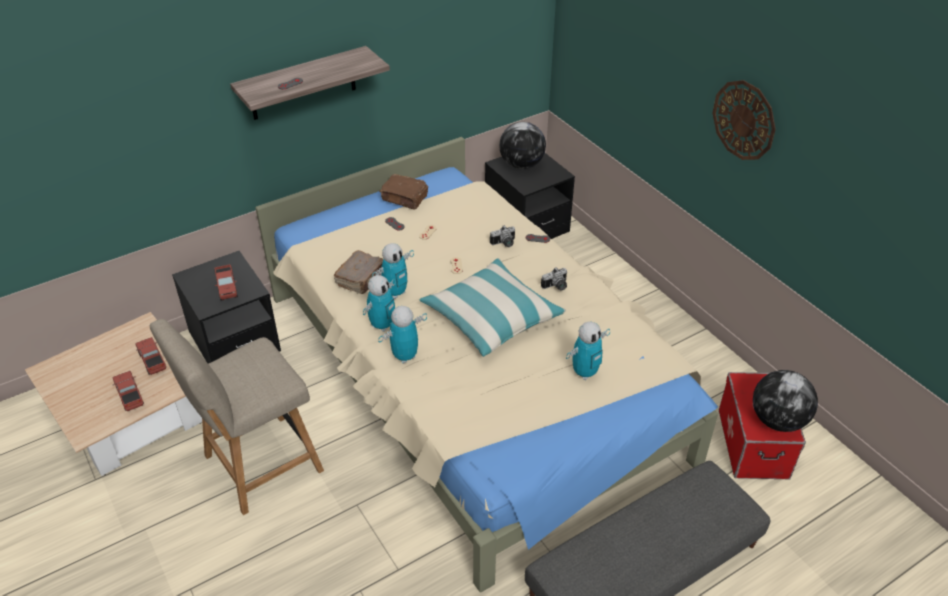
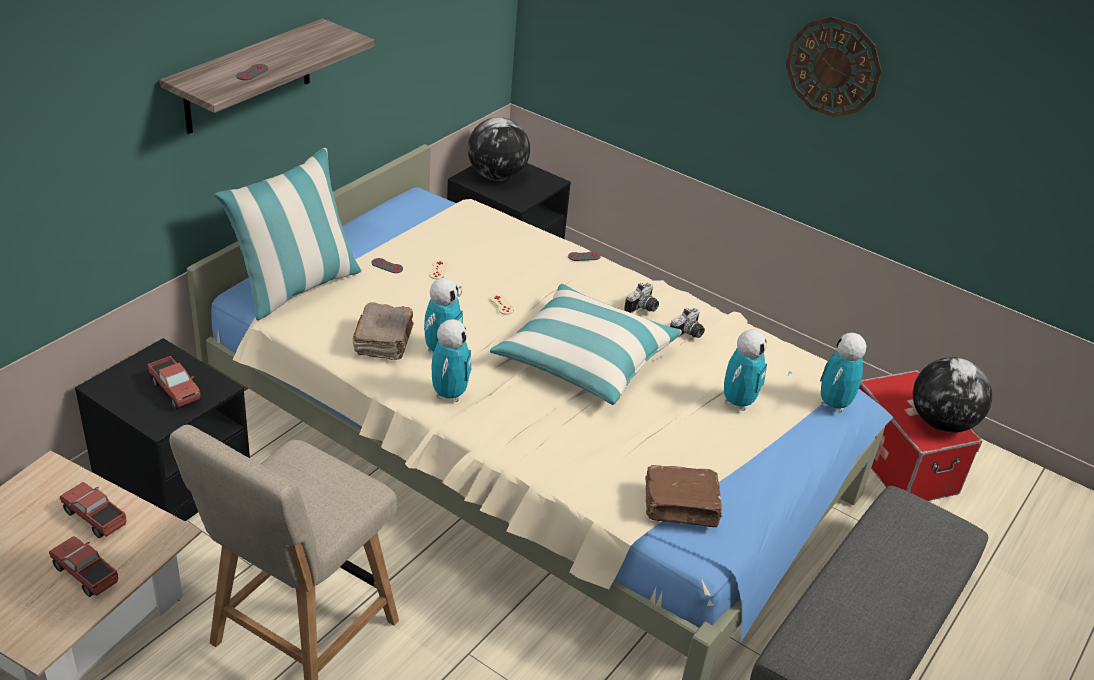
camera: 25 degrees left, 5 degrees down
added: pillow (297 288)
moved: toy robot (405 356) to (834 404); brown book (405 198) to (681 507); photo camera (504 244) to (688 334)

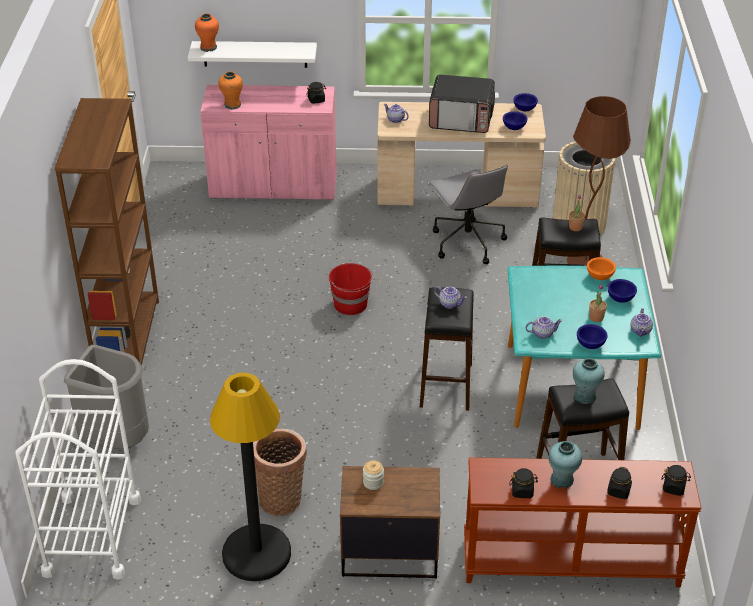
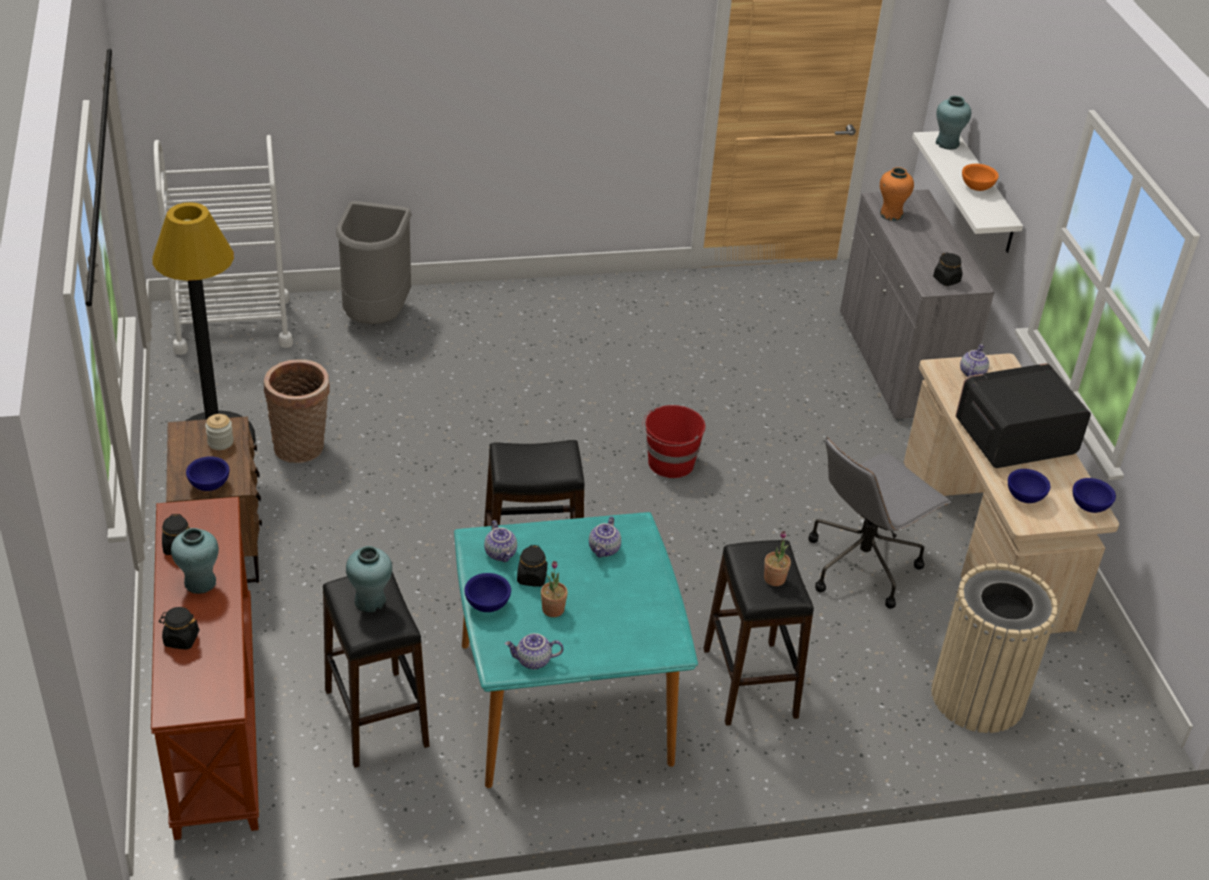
camera: 75 degrees right, 0 degrees up
removed: brown bookcase (127 336); brown floor lamp (585 263)
moved: teapot (450 303) to (605 550); orange bowl (600 277) to (976 188); blue bowl (620 299) to (209 485); black jar (674 488) to (532 578)
recoloured: orange vase (208 47) to turquoise vase (947 144); pink cabinet (273 186) to grey cabinet (898 363)
turned: microwave (461 119) = (1014 438) 75 degrees clockwise

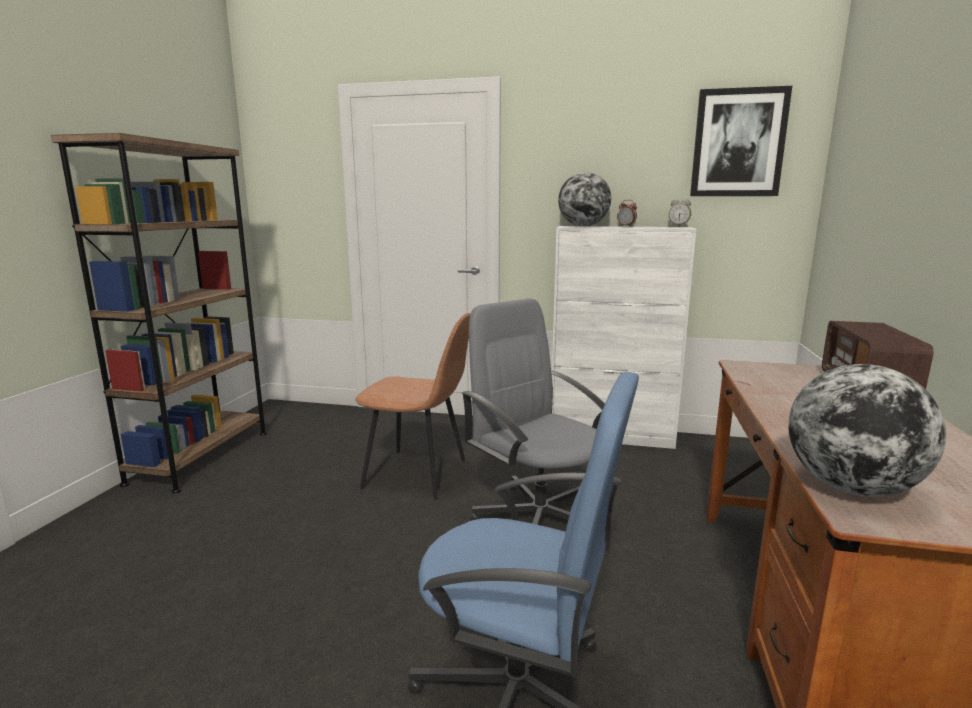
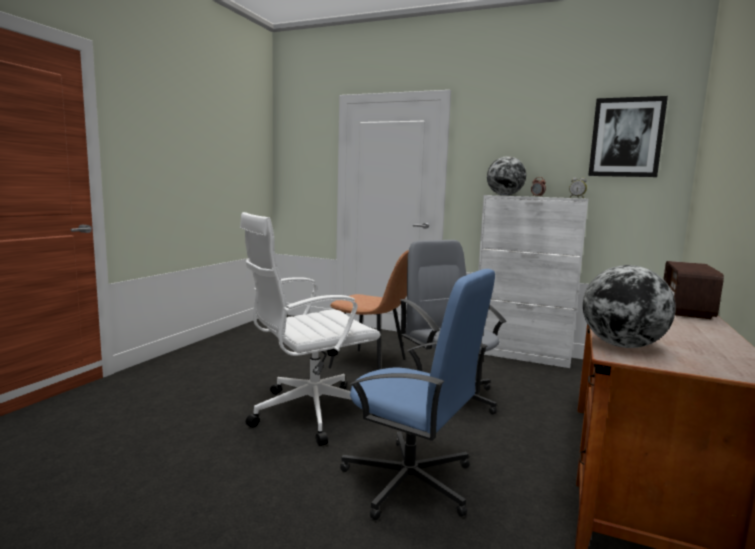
camera: 10 degrees right, 5 degrees down
removed: brown bookcase (201 456)
added: white office chair (309 413)

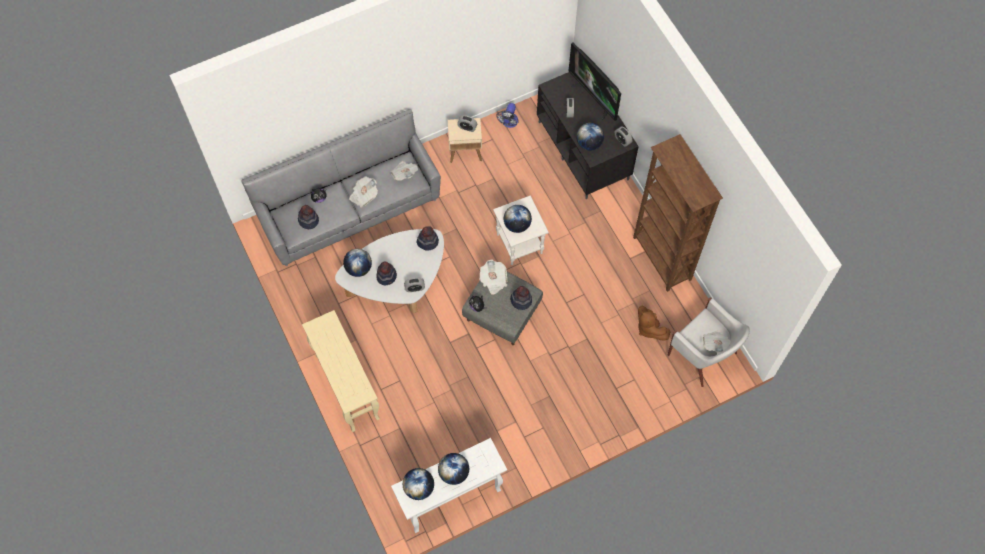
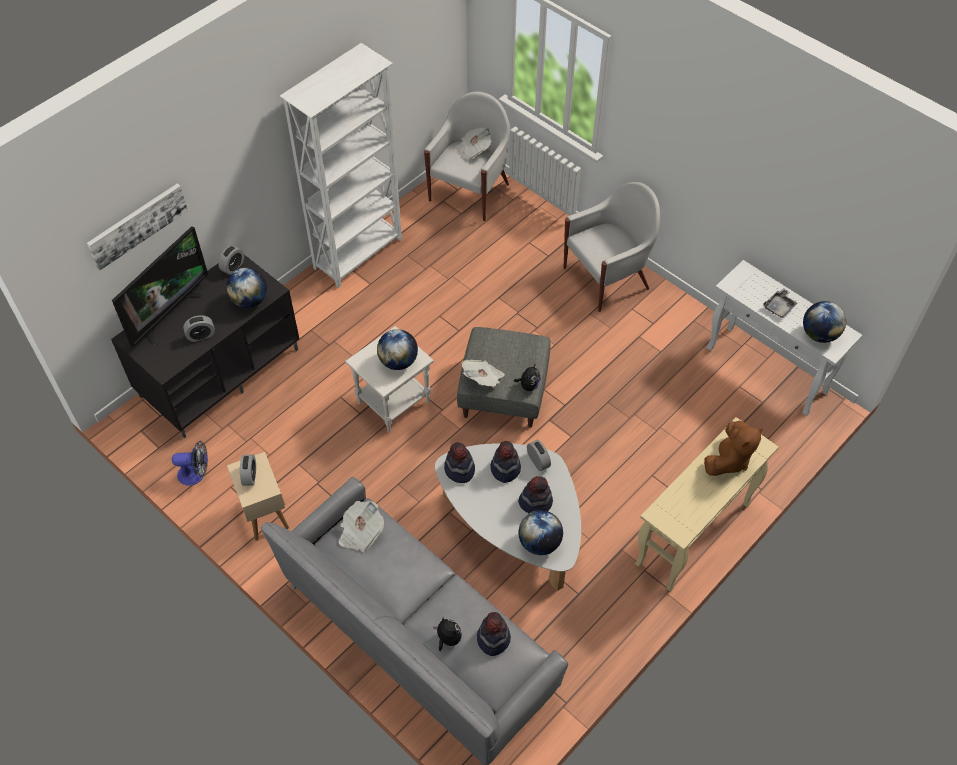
camera: 110 degrees left, 10 degrees down
removed: newspaper (363 195)
added: picture (137 225); white armchair (607 278)
moved: hat (521 300) to (505 469); brown plush toy (649 328) to (728 460)
replaced: globe (454 473) to grey tray (779 307)
recoloured: brown bookcase (661 259) to white bookcase (359 254)

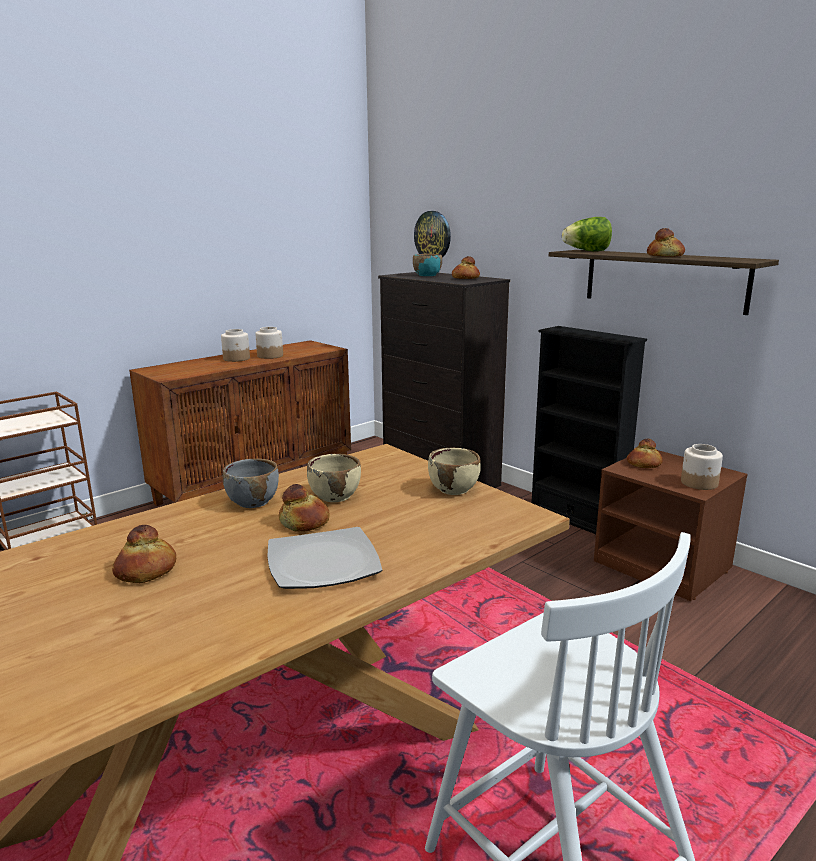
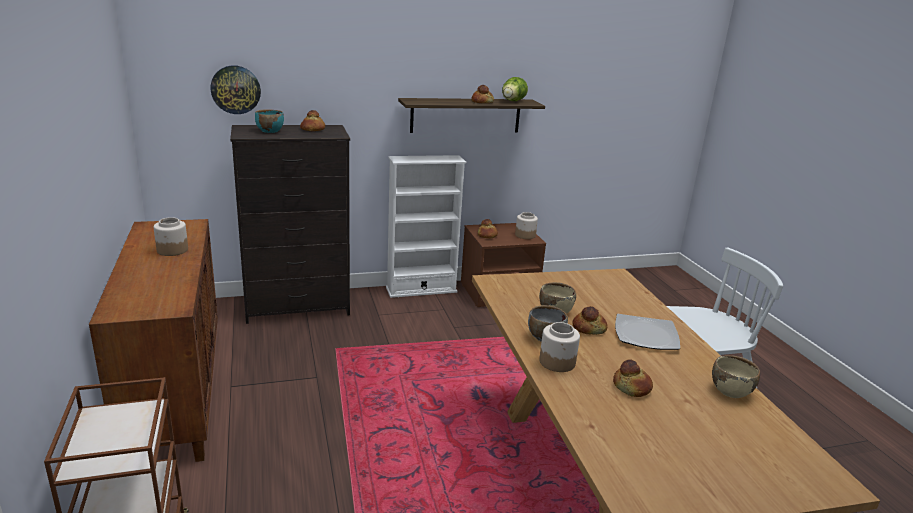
camera: 65 degrees left, 5 degrees up
moved: jar (237 359) to (557 362); beige bowl (454 489) to (730 391); lettuce (587 251) to (512 101)
recoloured: black bookcase (576 518) to white bookcase (421 290)

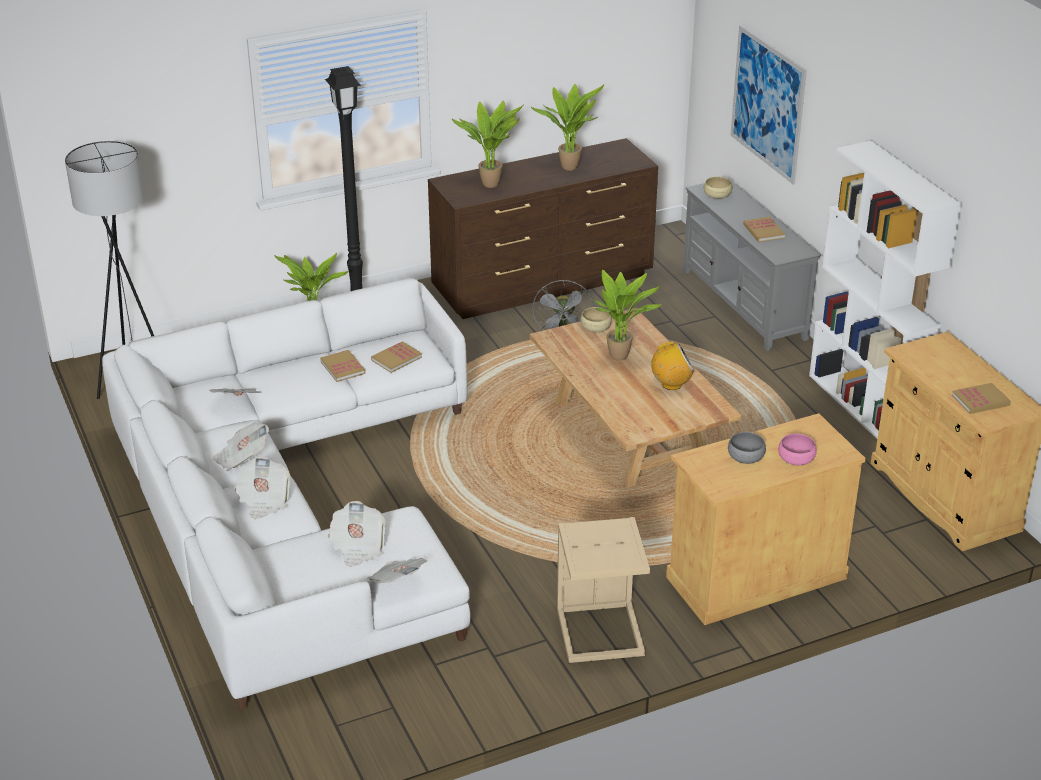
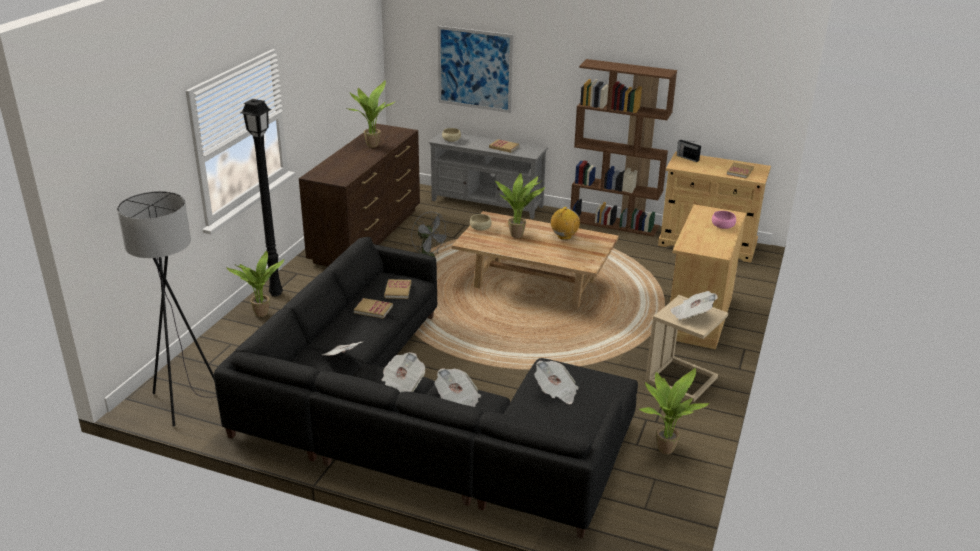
camera: 45 degrees left, 5 degrees down
removed: grey bowl (745 457)
added: radio (687 158)
moved: newspaper (397 582) to (691 315); potted plant (491 183) to (664 448)
recoloured: white sofa (288 506) to black sofa (417 415); white bookcase (864 406) to brown bookcase (614 223)

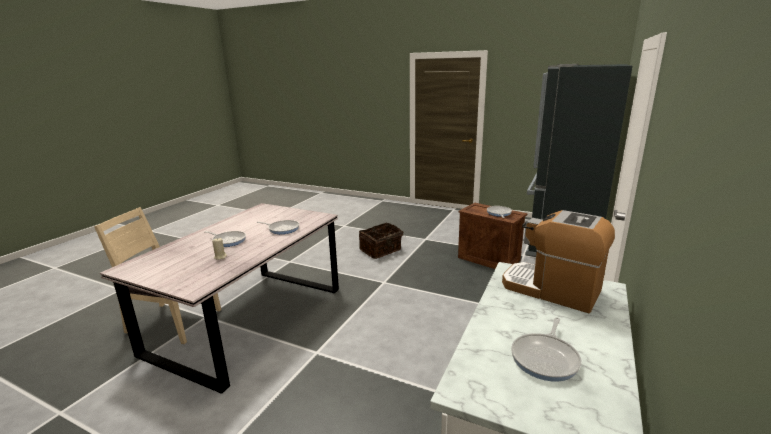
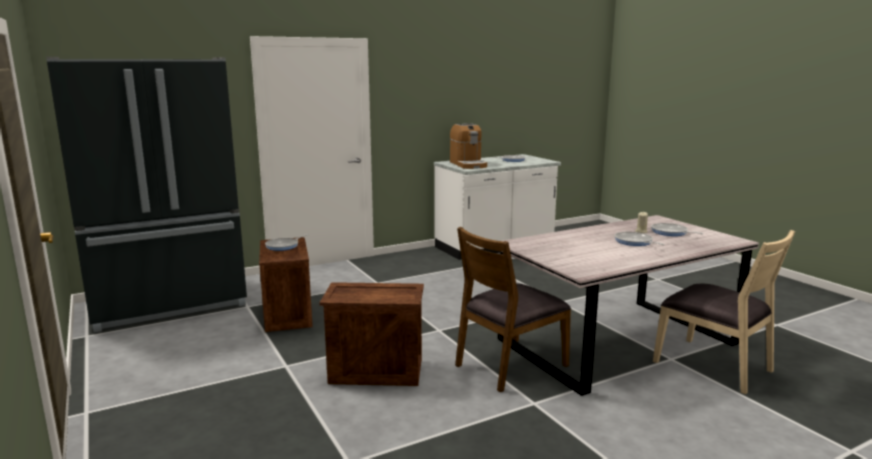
camera: 145 degrees left, 5 degrees down
added: brown chair (509 365)
moved: frying pan (282 229) to (671 232)
replaced: basket (381 250) to crate (377 371)

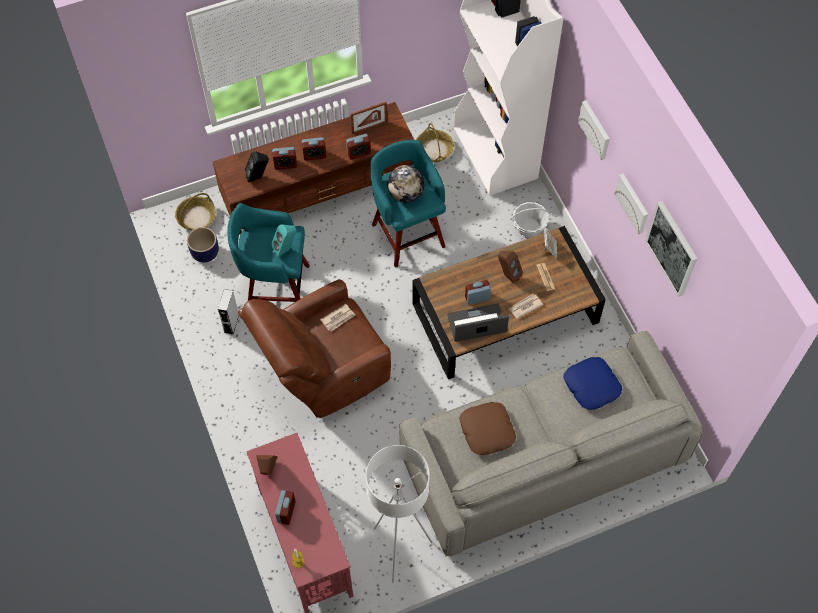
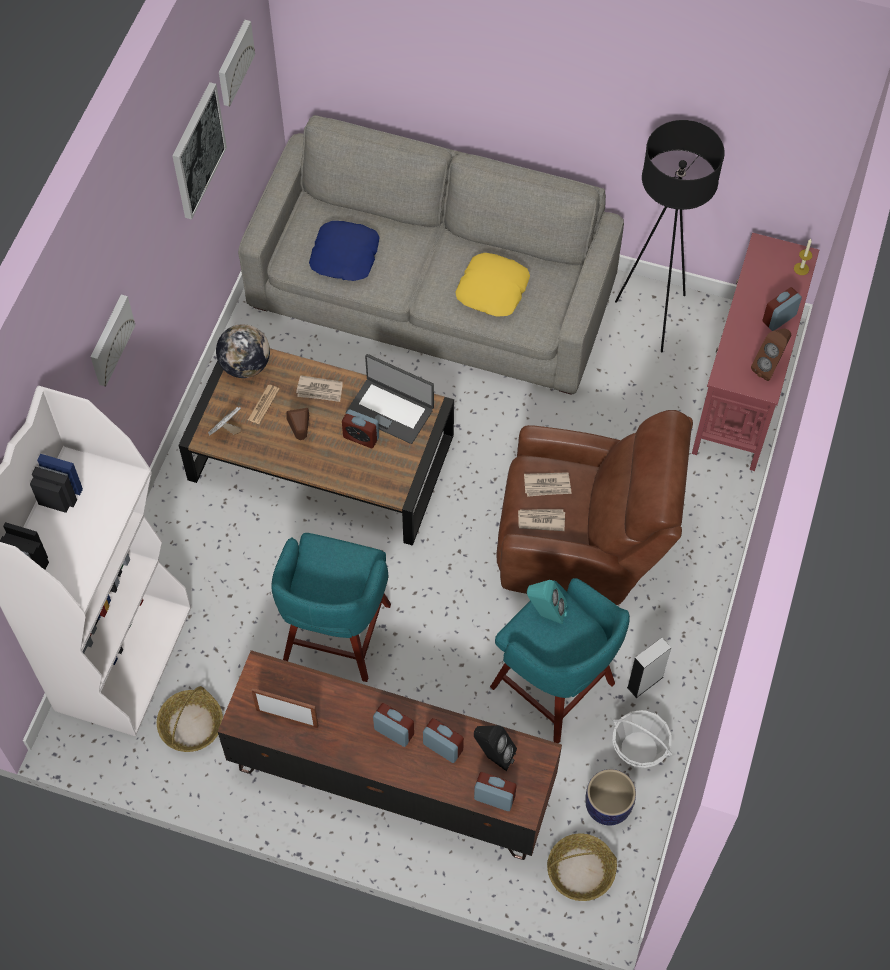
camera: 140 degrees left, 0 degrees up
added: newspaper (547 485)
moved: alarm clock (359 153) to (494 798); globe (406 194) to (245 365); basket (529 228) to (639 749); picture (633 203) to (233 62)
recoloured: white floor lamp (399 549) to black floor lamp (653 317); brown pillow (486 431) to yellow pillow (493 290)

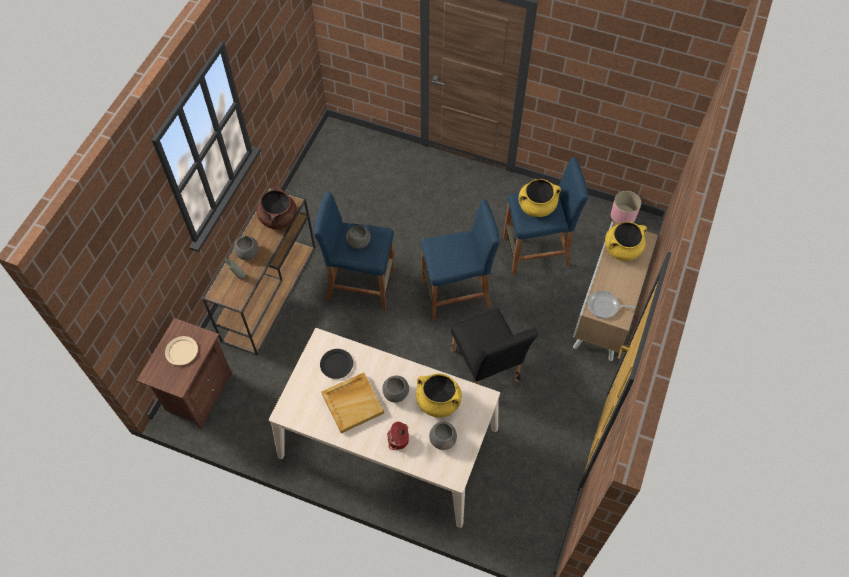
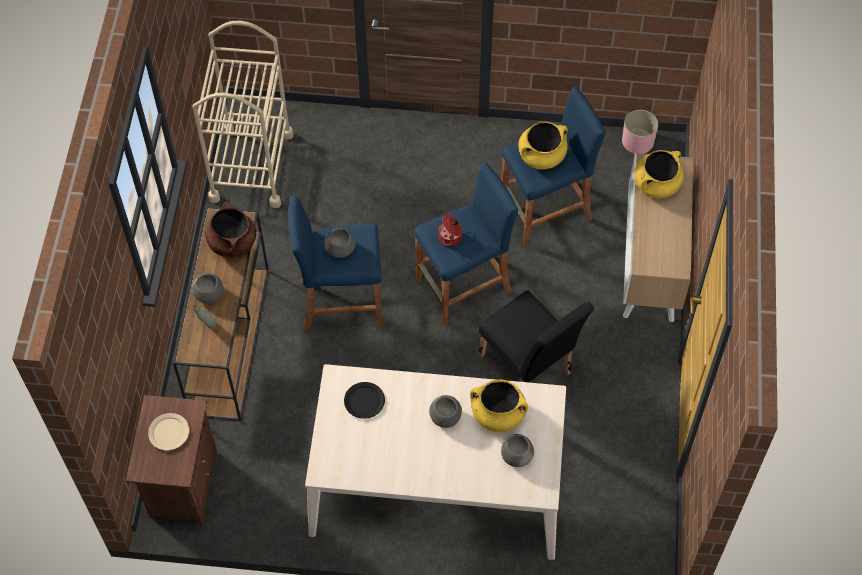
camera: 15 degrees left, 0 degrees up
removed: beige tray (353 403); frying pan (604 306)
added: beige cart (251 166)
moved: cooking pot (399 440) to (450 237)

